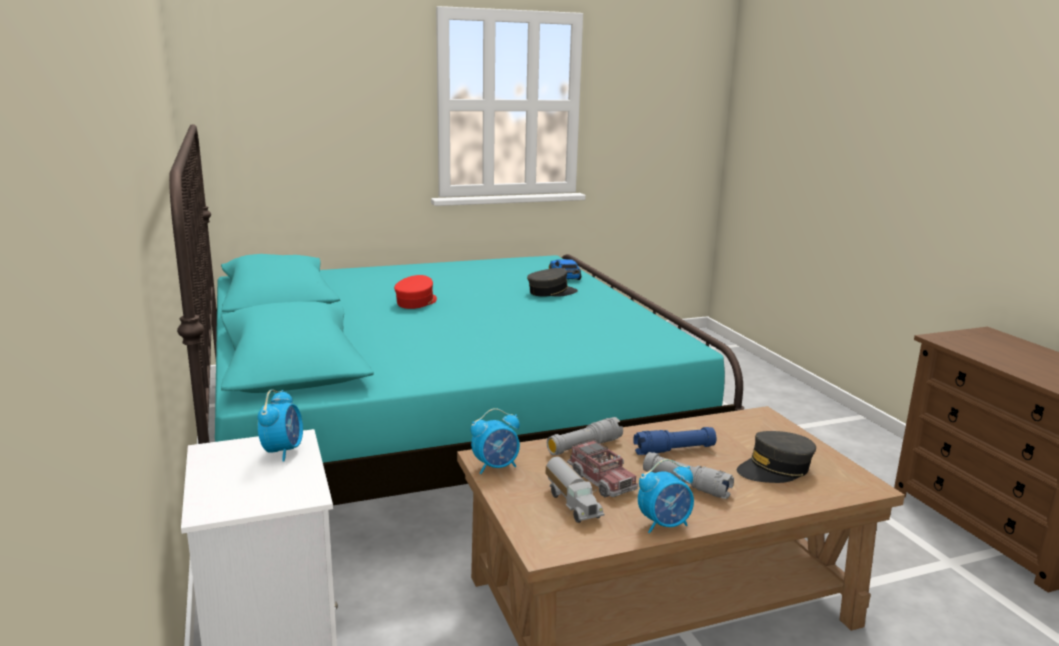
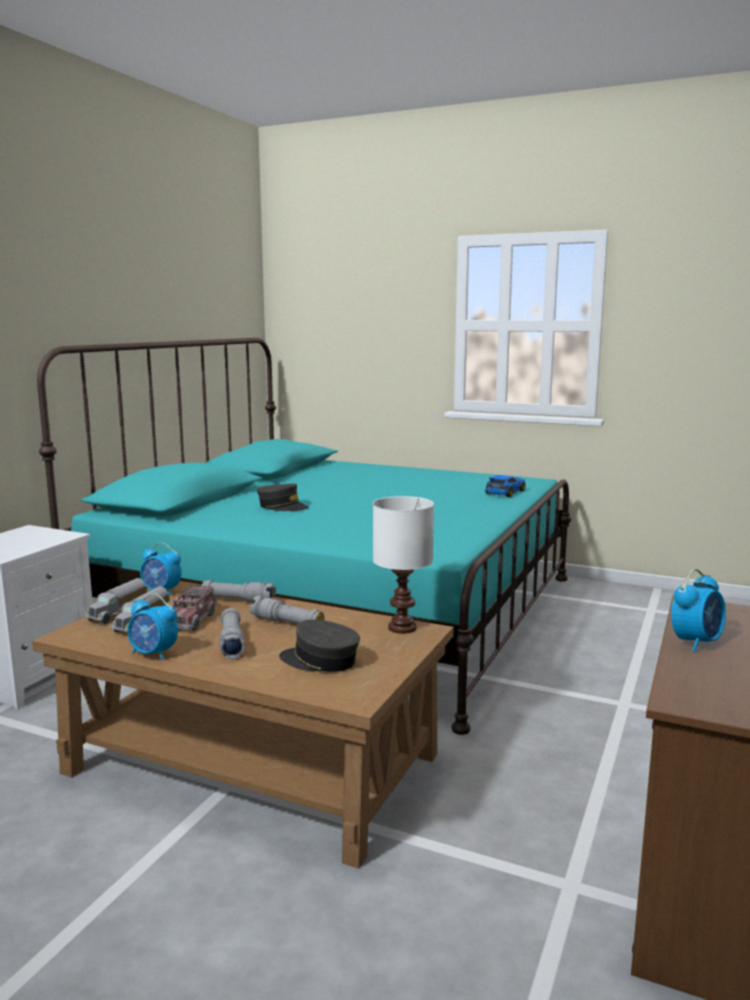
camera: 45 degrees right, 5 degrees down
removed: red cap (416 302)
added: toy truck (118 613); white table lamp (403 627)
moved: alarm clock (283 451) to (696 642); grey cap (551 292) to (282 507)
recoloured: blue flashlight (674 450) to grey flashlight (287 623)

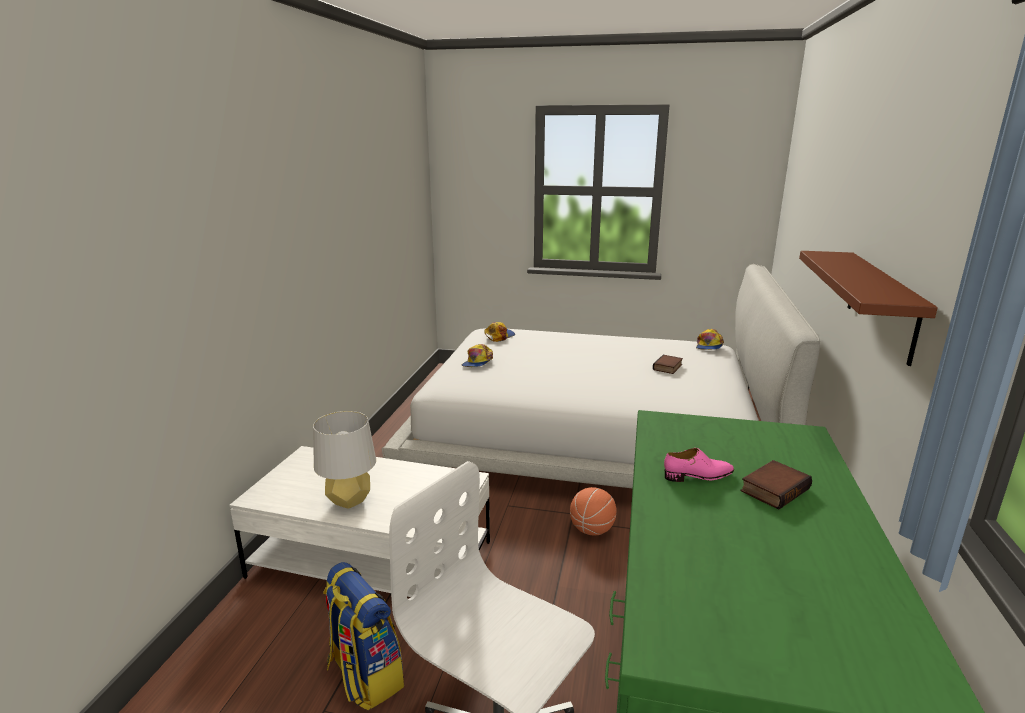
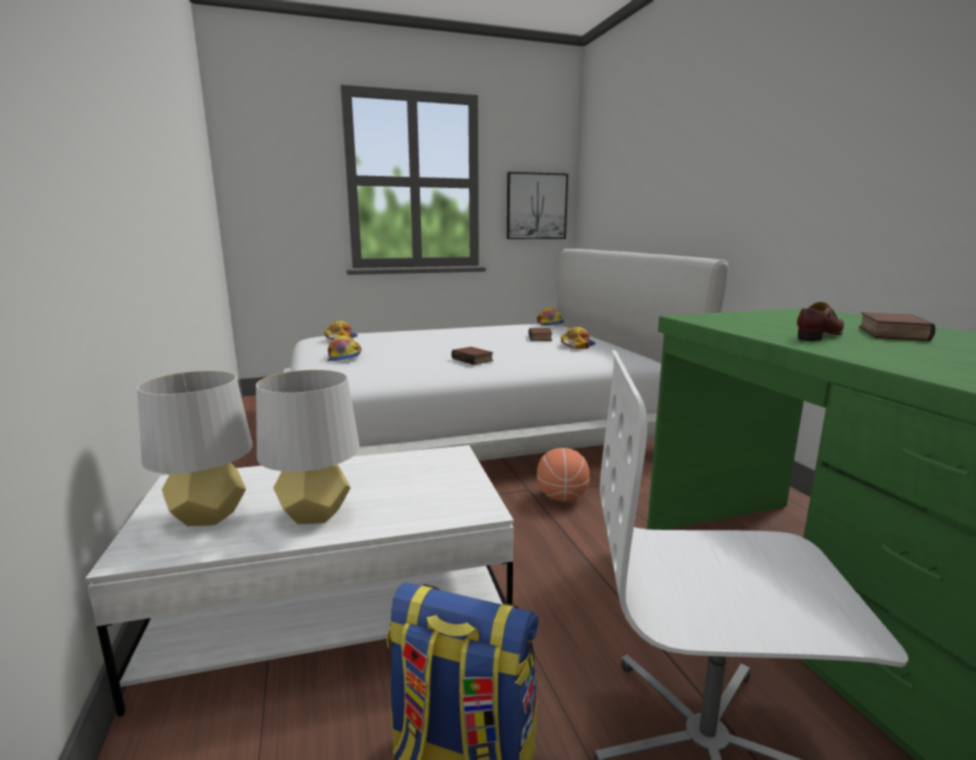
camera: 30 degrees left, 5 degrees down
removed: brown shelf (882 304)
added: grey table lamp (209 516); book (473 359); picture (536 206); cap (577 345)
recoloured: pink shoe (698 476) to brown shoe (821 336)

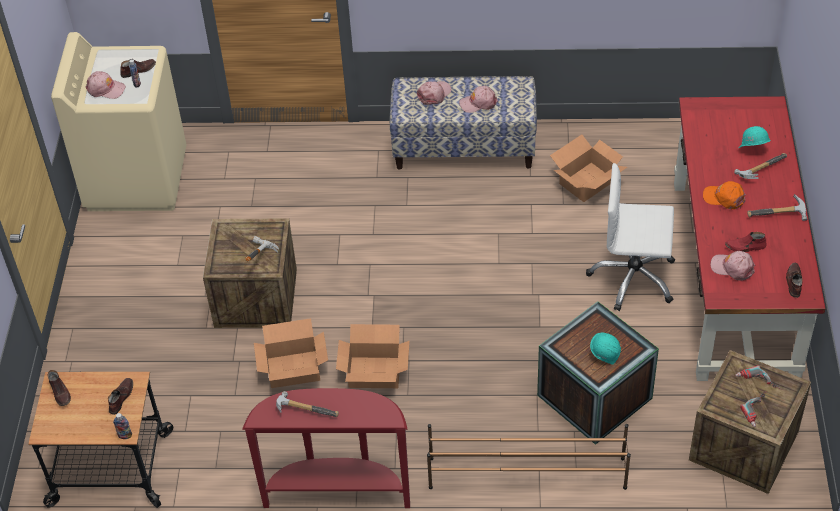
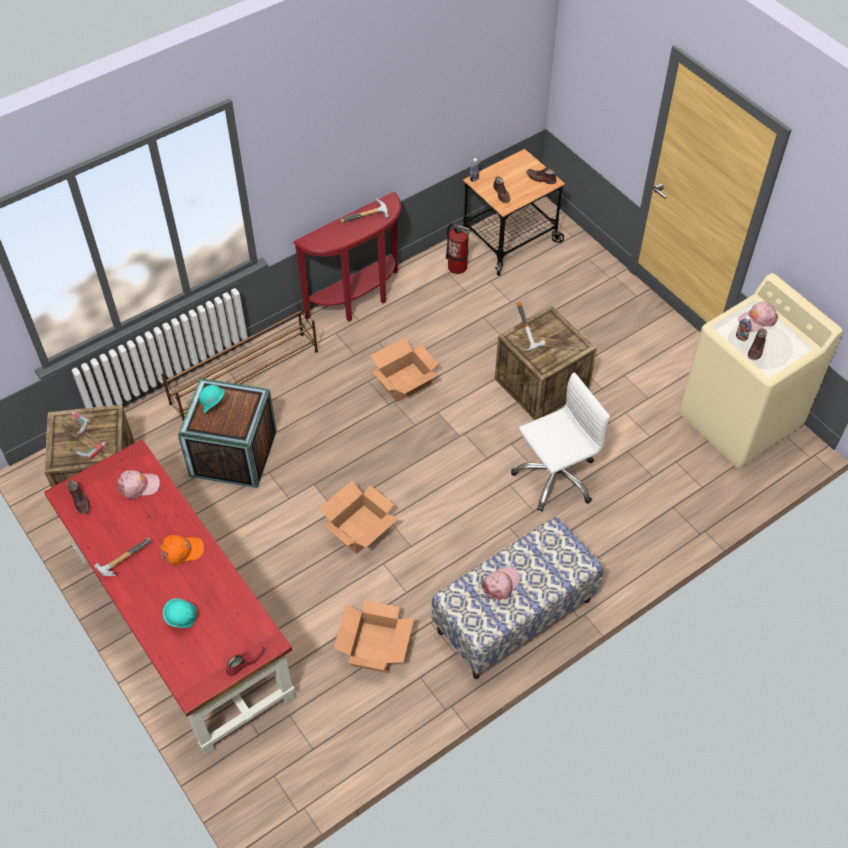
camera: 140 degrees right, 5 degrees up
removed: pink cap (434 94); hammer (759 169)
added: fire extinguisher (457 266)
moved: cardboard box (294 369) to (359 529); white office chair (633 278) to (555 477); red shoe (745 247) to (245 661)

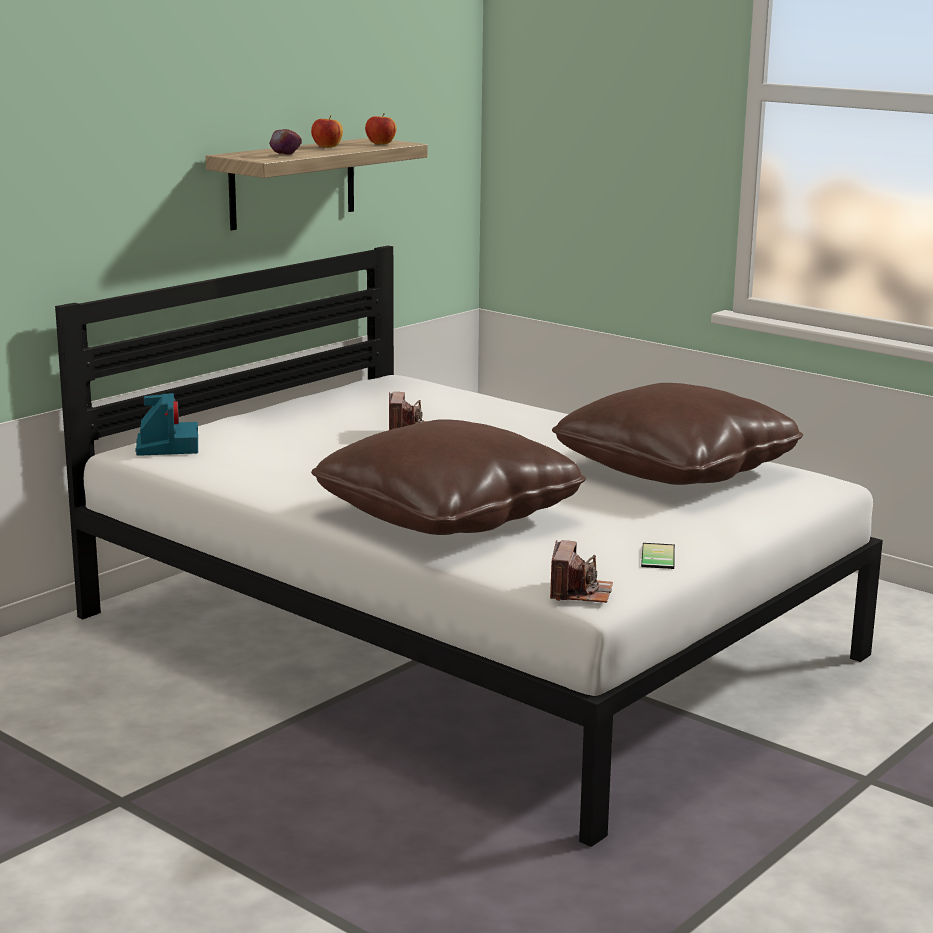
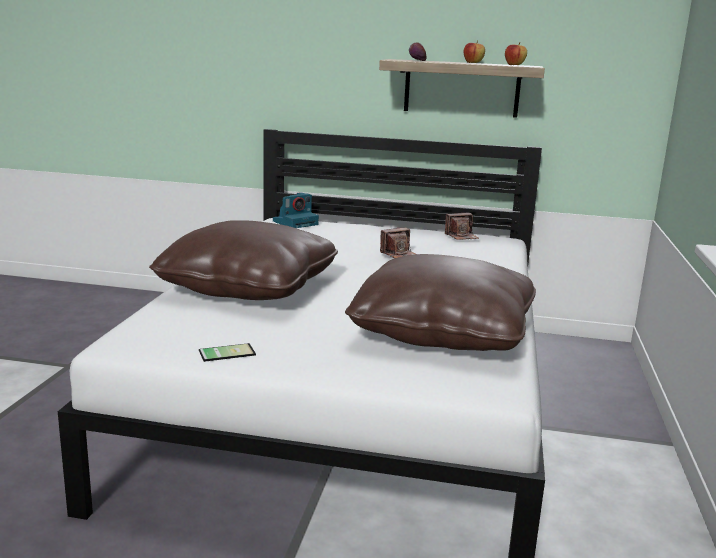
camera: 60 degrees right, 0 degrees up
moved: photo camera (580 592) to (461 236)

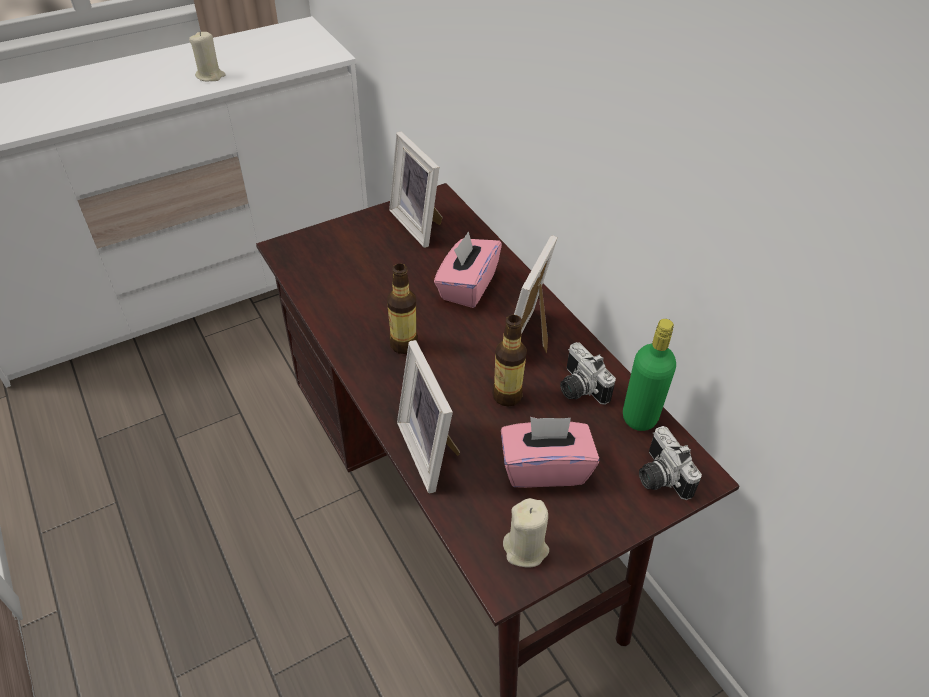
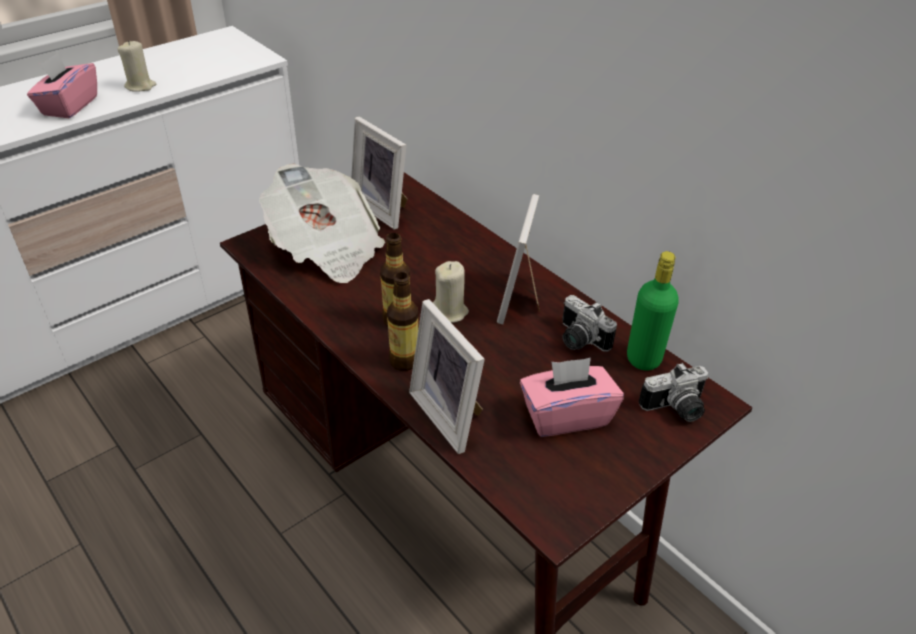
camera: 10 degrees left, 5 degrees down
added: newspaper (326 248)
moved: pink tissue box (467 286) to (69 106); bottle (507 396) to (404 361); beige candle (526 548) to (450 312)
turned: photo camera (658 477) = (676 409) 75 degrees counterclockwise

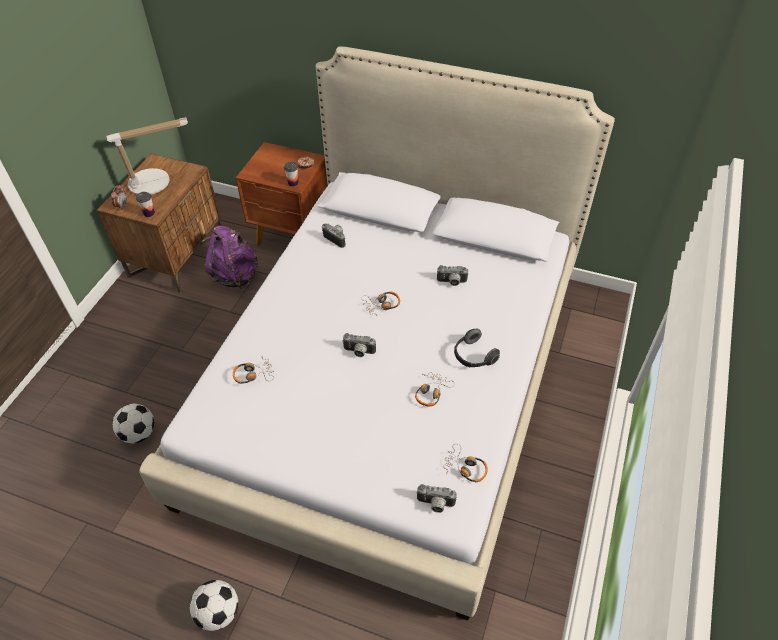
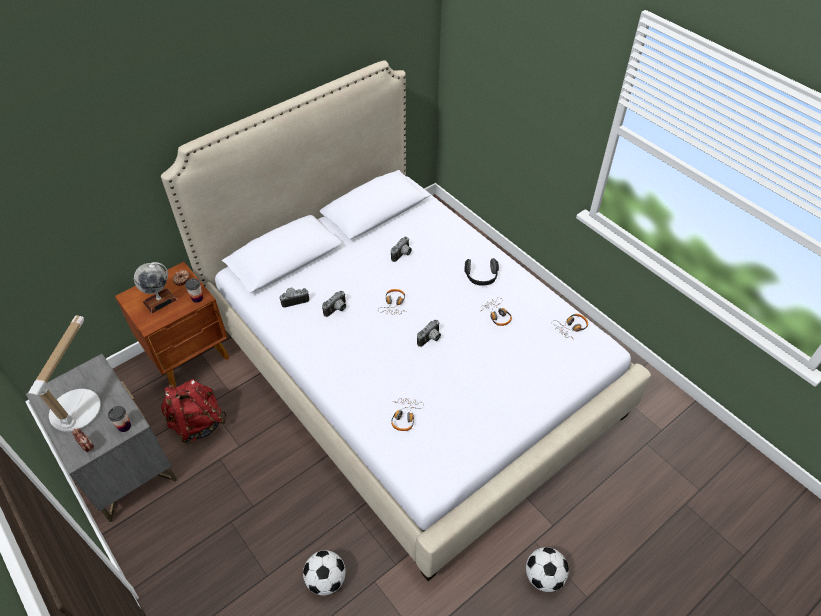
camera: 60 degrees left, 0 degrees up
added: globe (160 301)
moved: photo camera (435 504) to (337 310)
recoloured: brown nightstand (177 255) to grey nightstand (122 464); purple backpack (236 275) to red backpack (197 423)

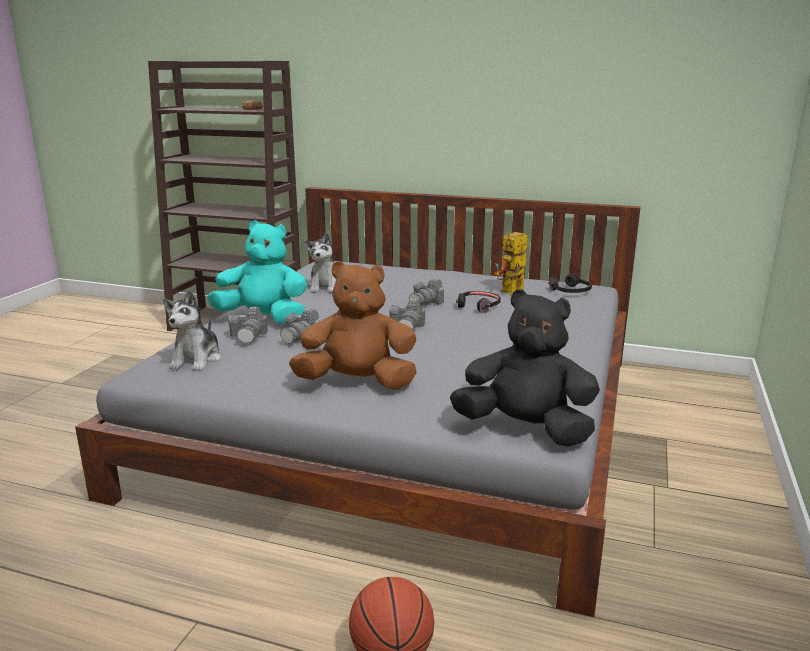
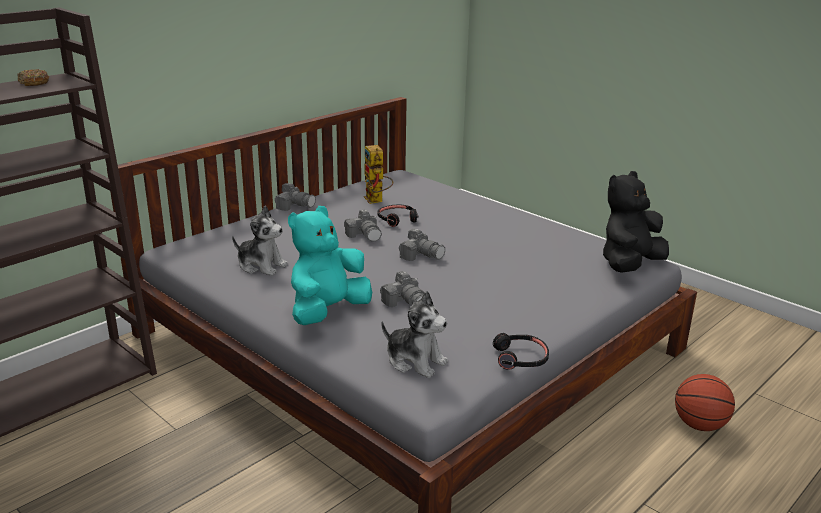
camera: 65 degrees left, 5 degrees up
removed: brown plush toy (357 383)
moved: photo camera (249 336) to (295 205); black headphones (570 291) to (520 358)

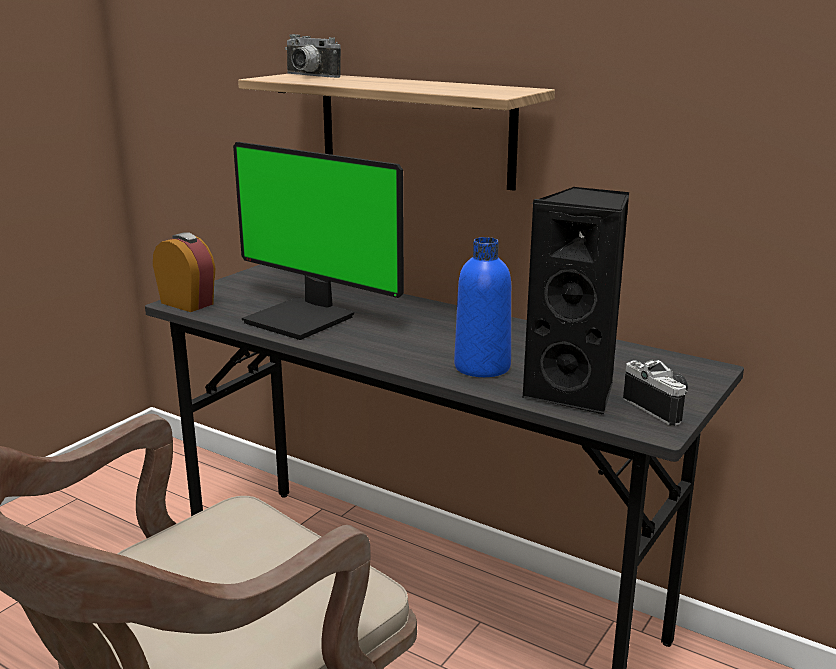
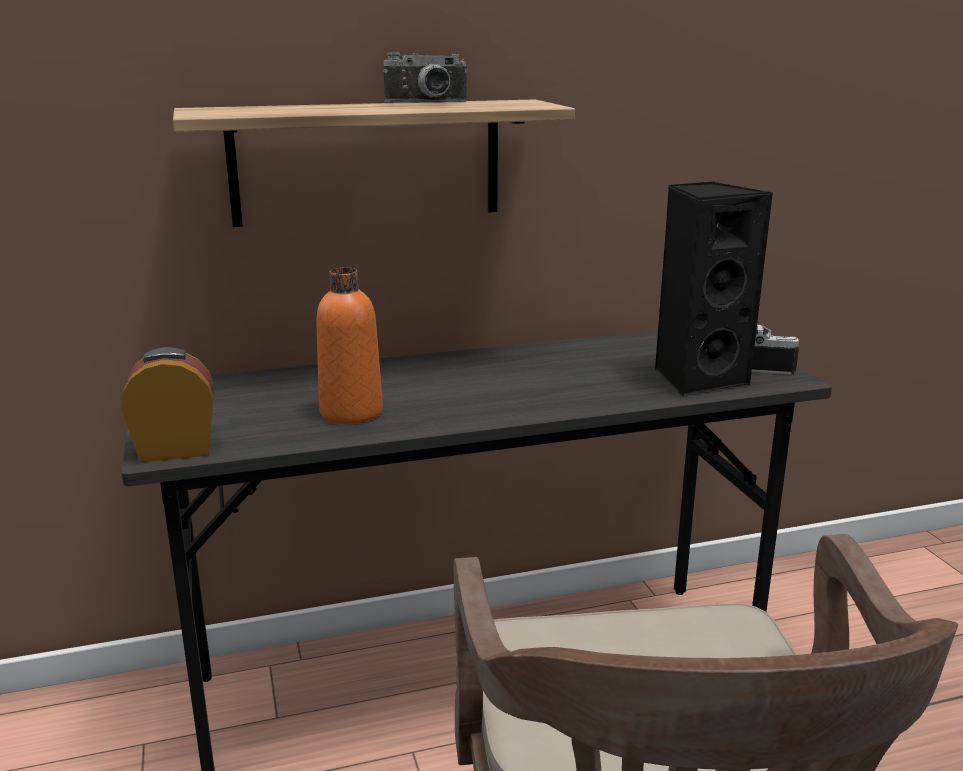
camera: 50 degrees left, 0 degrees up
removed: blue bottle (482 367)
moved: photo camera (308 76) to (427 104)
replaced: monitor (303 319) to orange bottle (351 412)

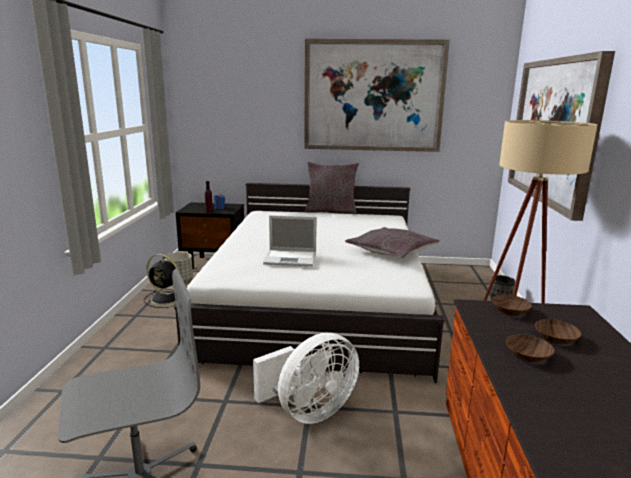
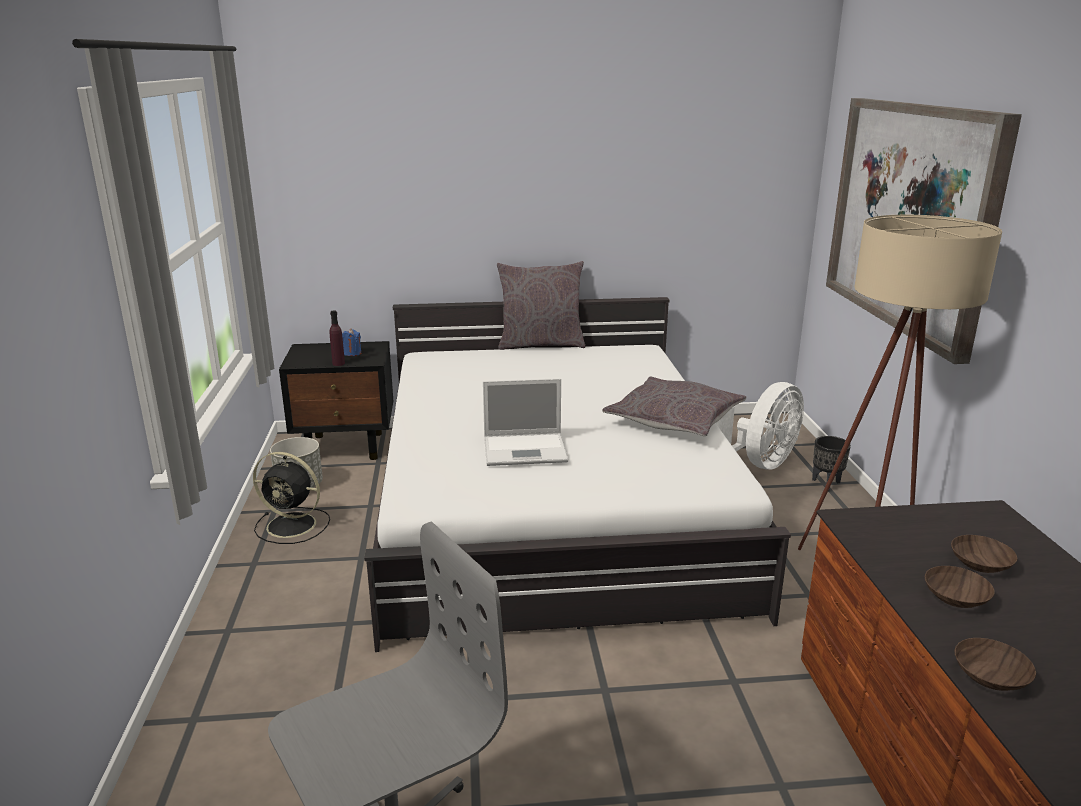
camera: 10 degrees left, 5 degrees up
removed: picture (373 96)
moved: white fan (309 411) to (758 463); brown bowl (510 310) to (991 675)

